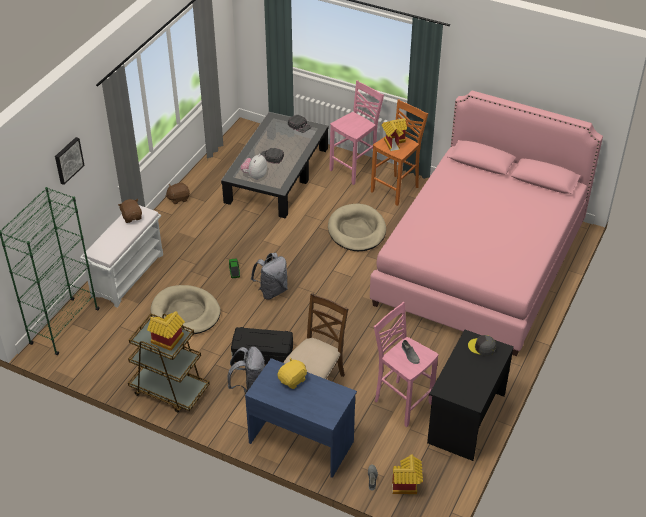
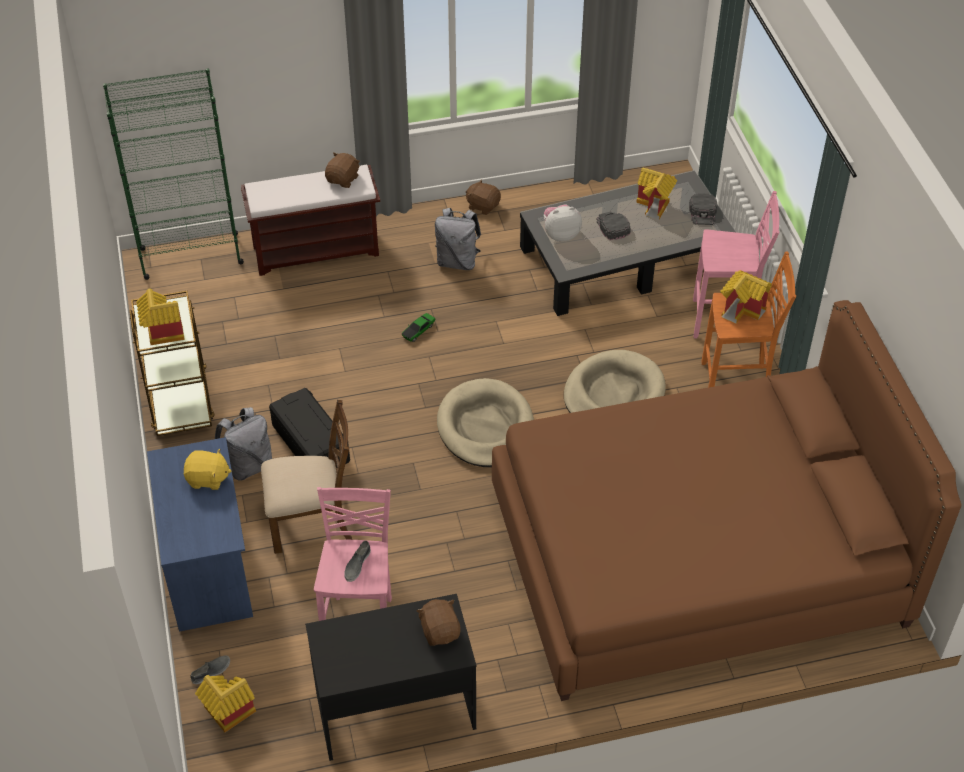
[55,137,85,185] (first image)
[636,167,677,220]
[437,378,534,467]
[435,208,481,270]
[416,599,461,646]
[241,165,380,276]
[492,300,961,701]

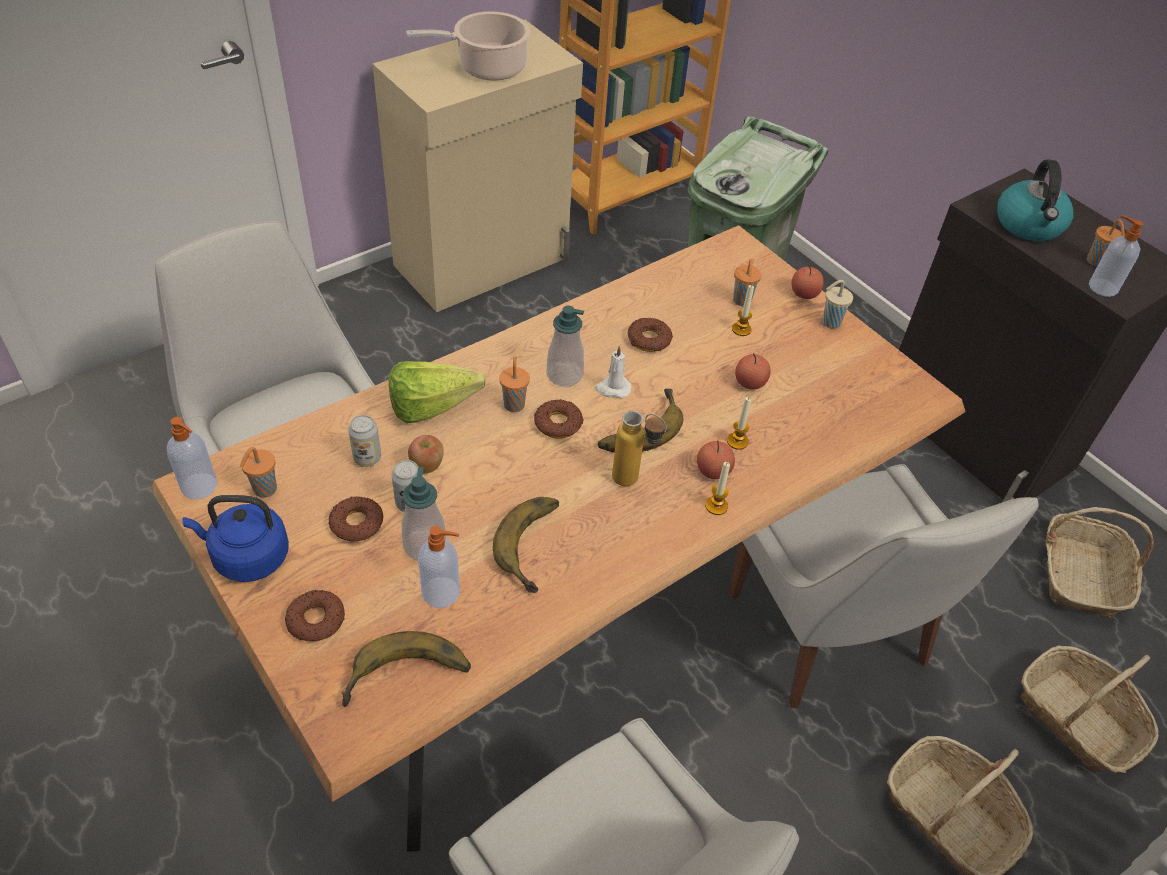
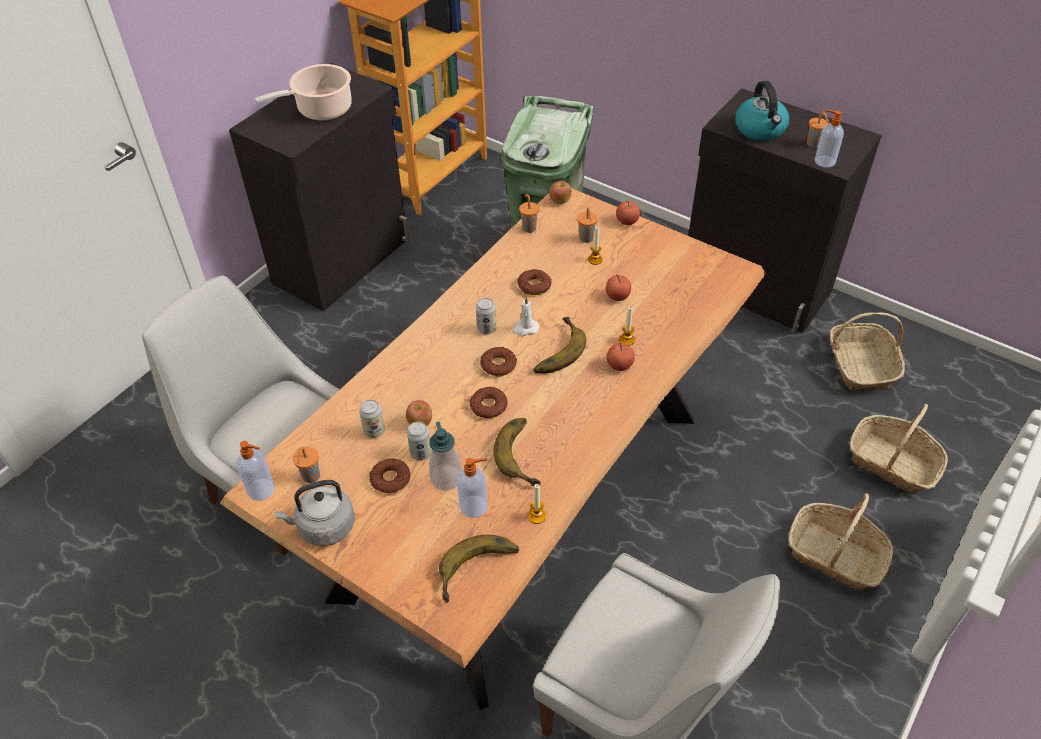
[389,361,486,423] (first image)
[612,411,666,486] (first image)
[729,464,1039,708] (first image)
[822,280,853,329] (first image)
[549,181,572,204]
[470,386,508,418]
[519,194,539,233]
[528,484,546,524]
[476,298,496,334]
[274,480,355,546]
[229,63,410,311]

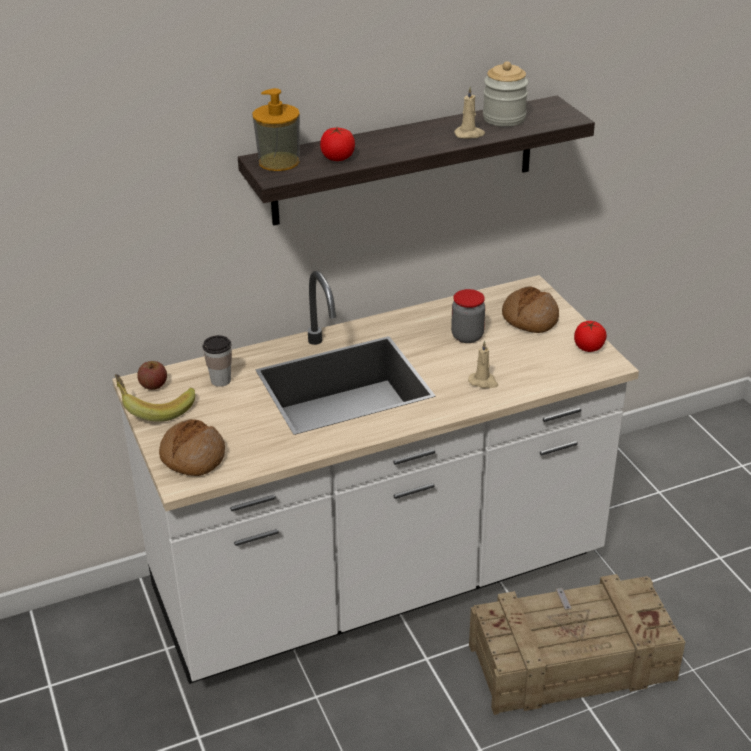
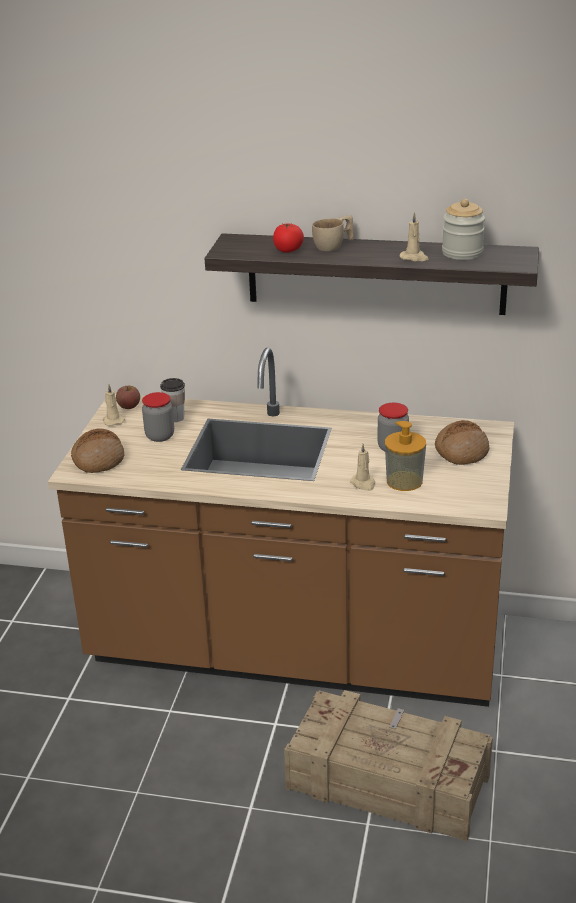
[574,321,607,352] (first image)
[142,392,174,442]
[312,215,354,251]
[385,421,426,491]
[103,385,125,426]
[48,348,514,707]

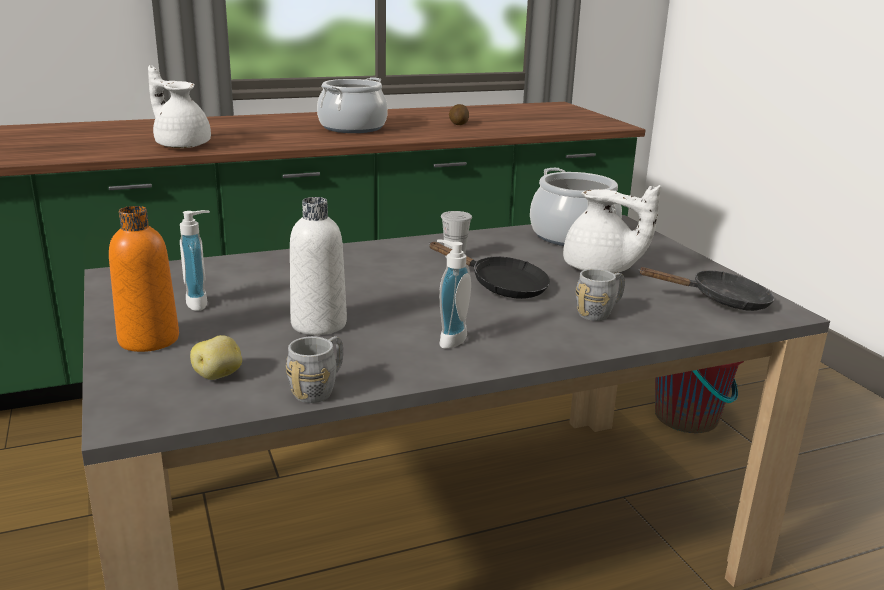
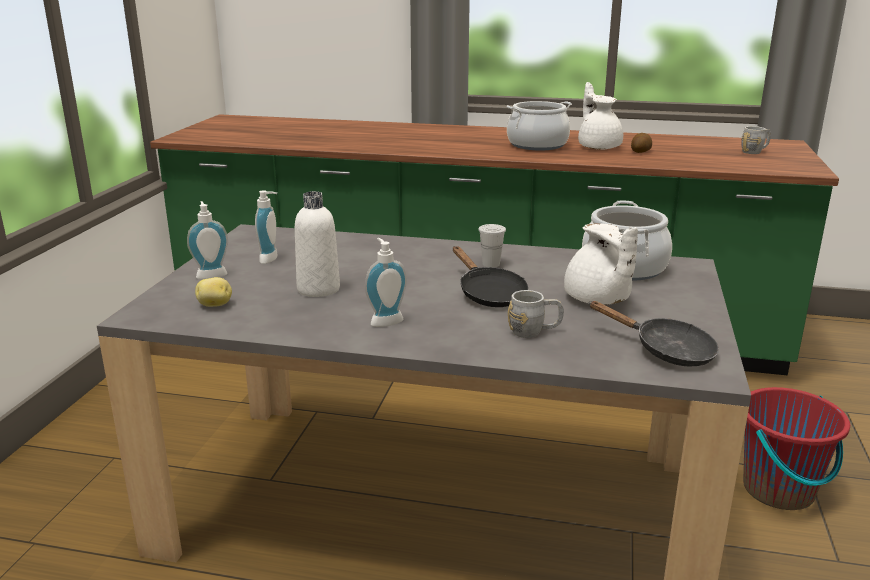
[578,82,623,150]
[741,126,771,154]
[187,201,228,279]

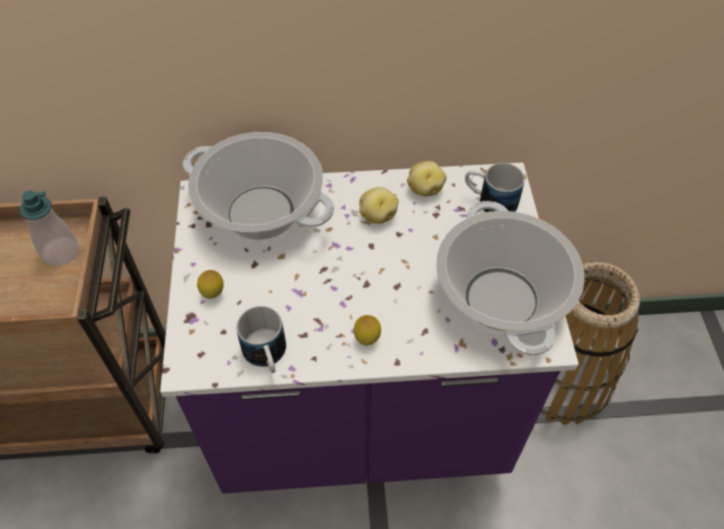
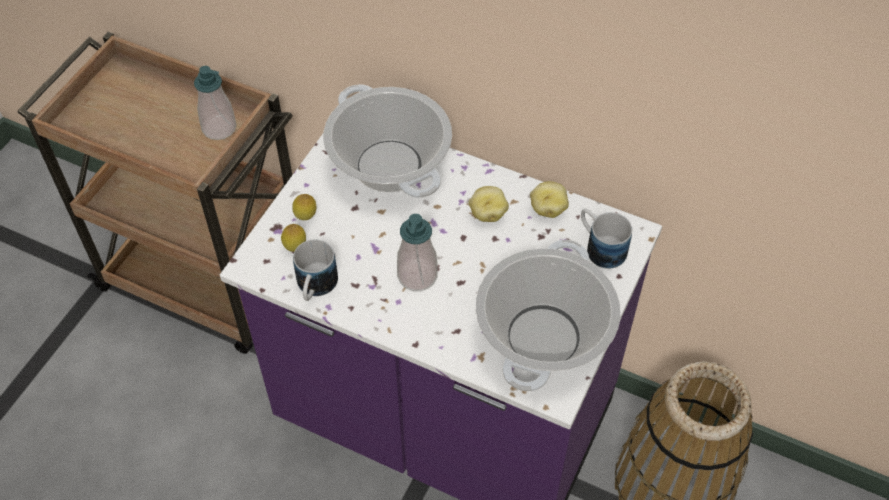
[397,214,438,291]
[281,224,306,252]

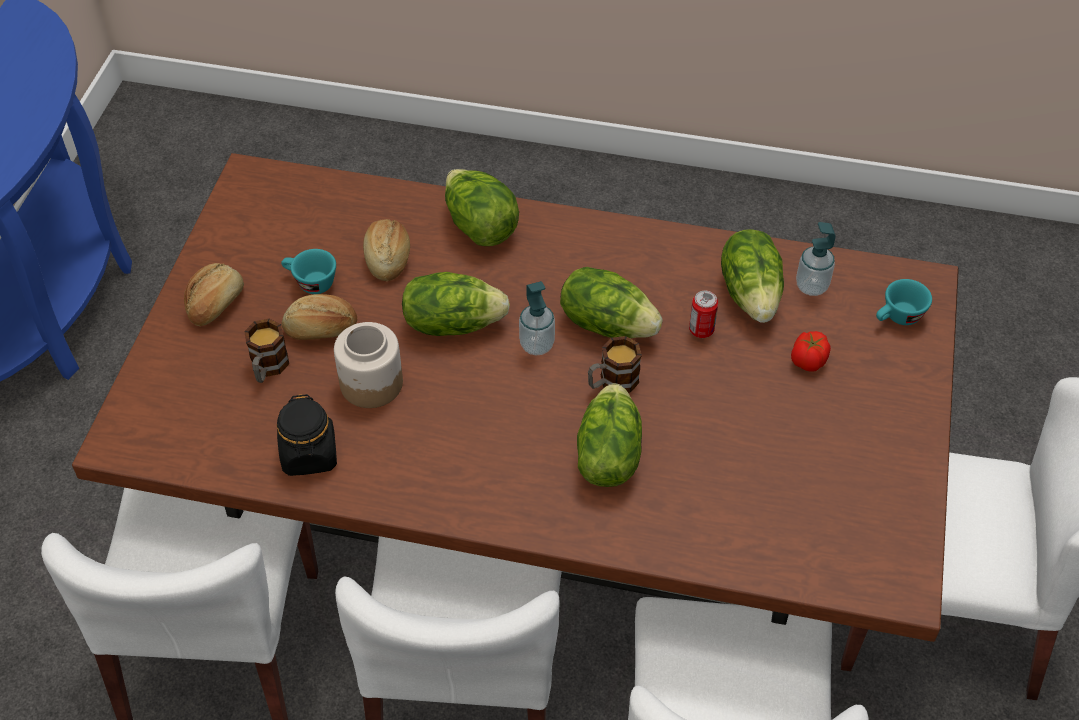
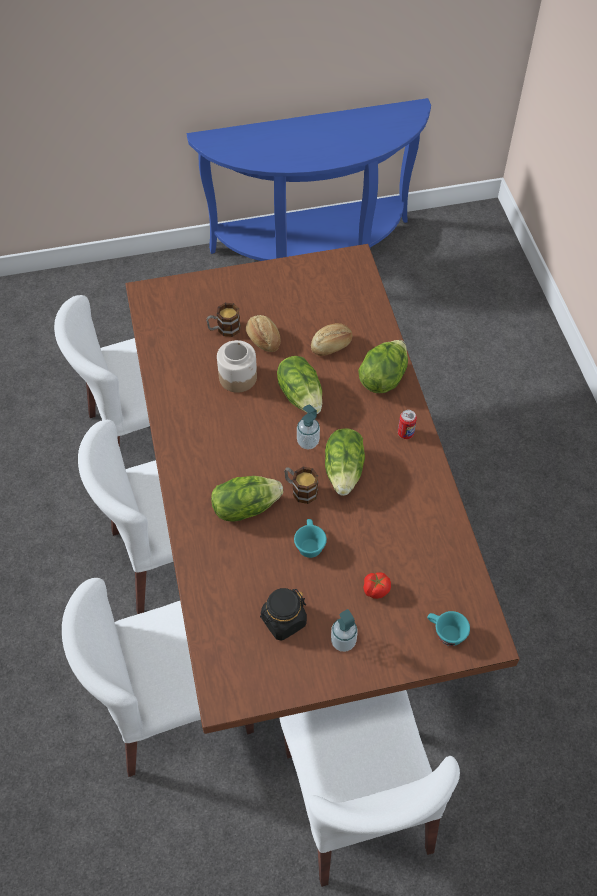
[184,263,244,326] (first image)
[721,229,784,323] (first image)
[260,588,307,640]
[294,519,327,558]
[398,410,417,439]
[331,609,357,652]

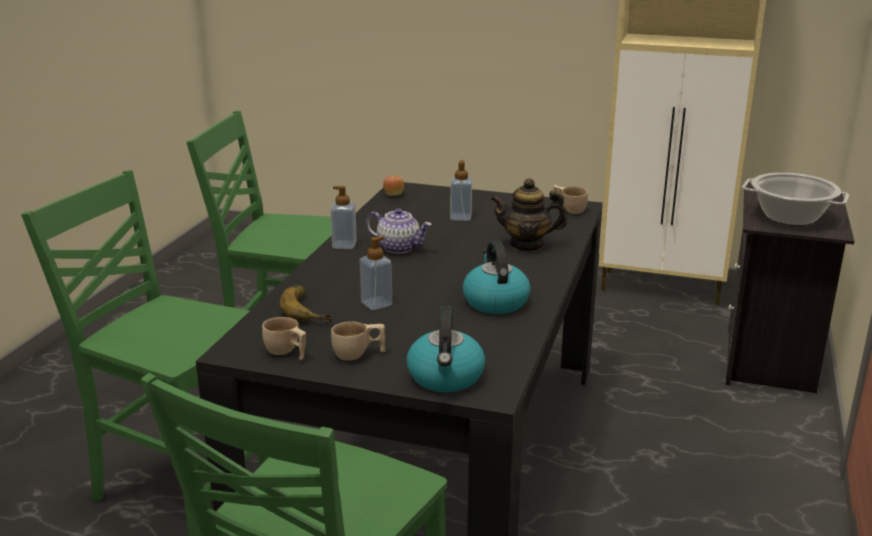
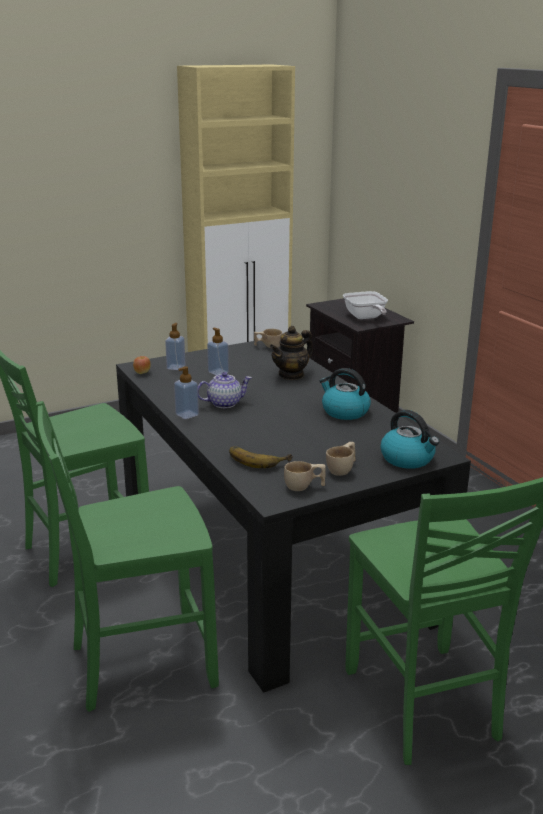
[165,323,185,370]
[343,291,388,319]

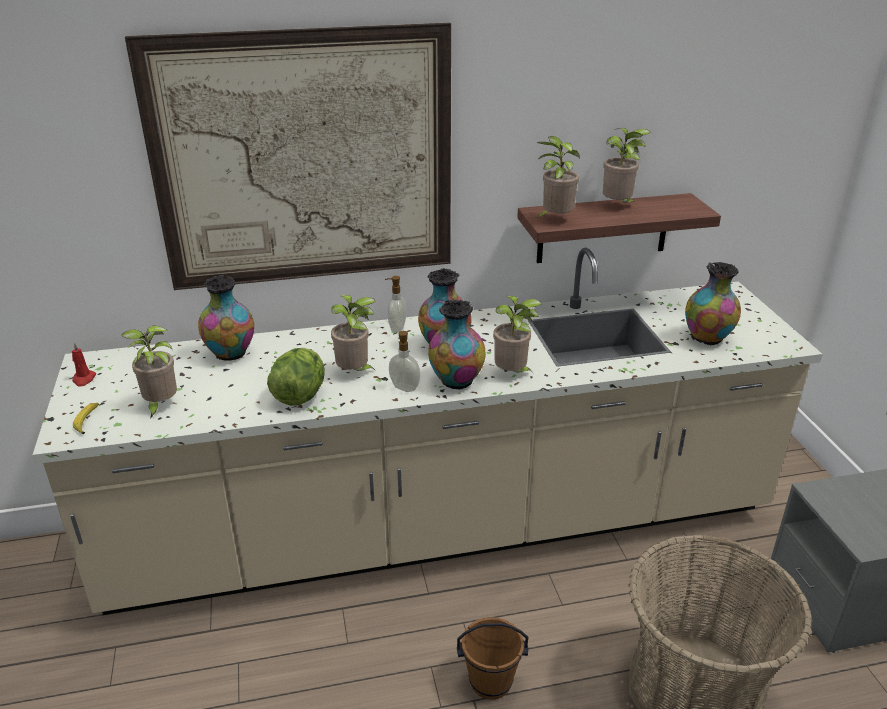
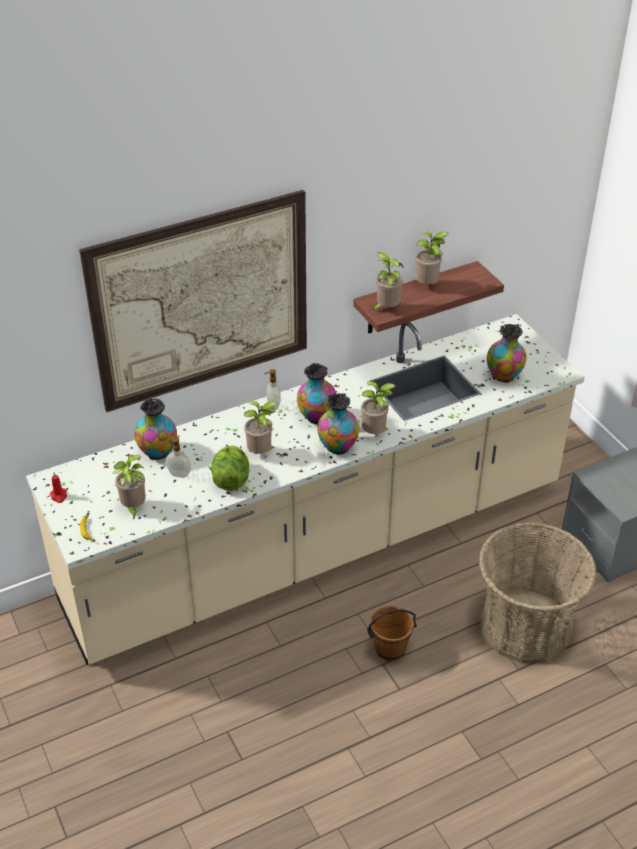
[166,435,191,478]

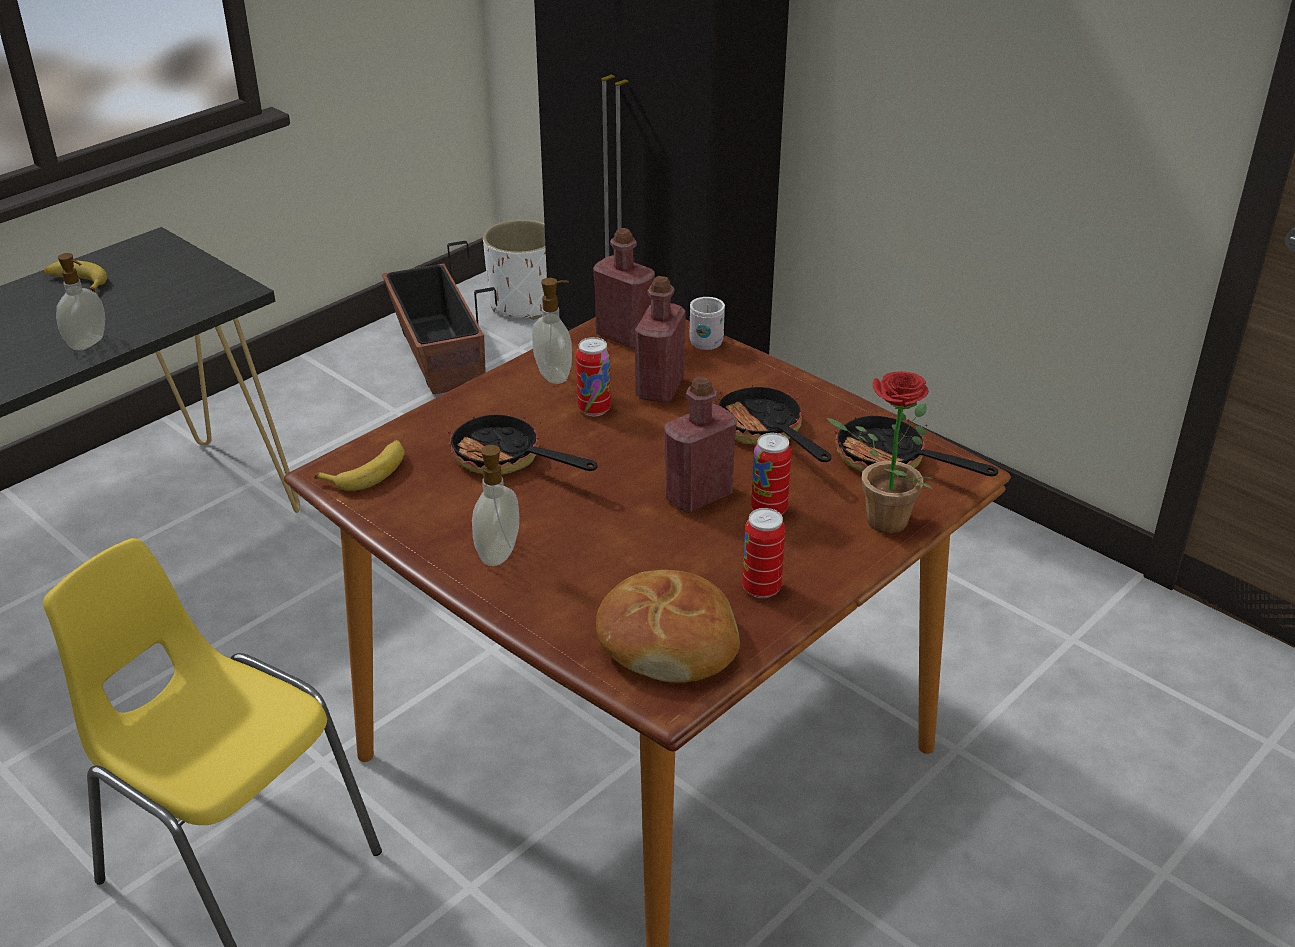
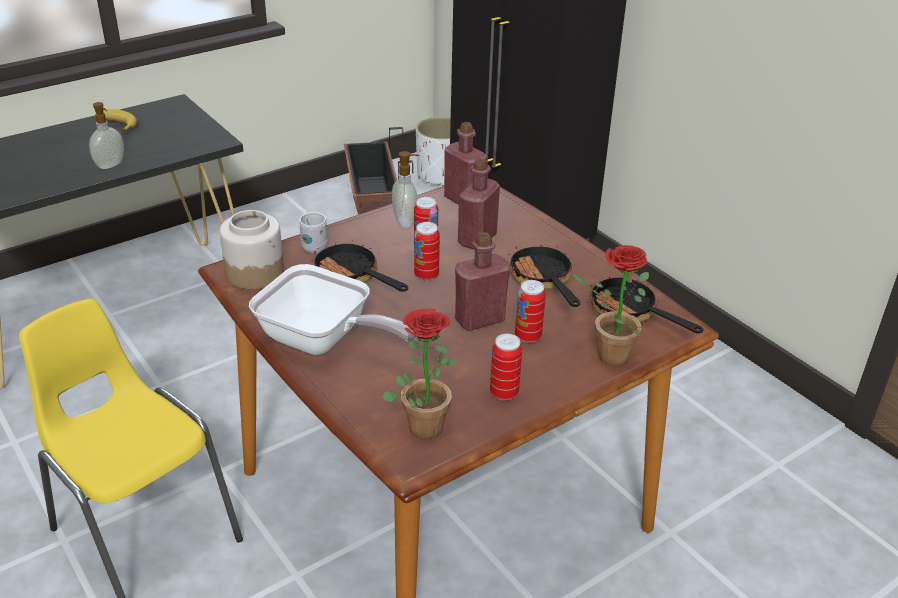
[414,222,440,281]
[299,212,328,253]
[220,210,284,290]
[249,264,416,355]
[382,309,456,439]

